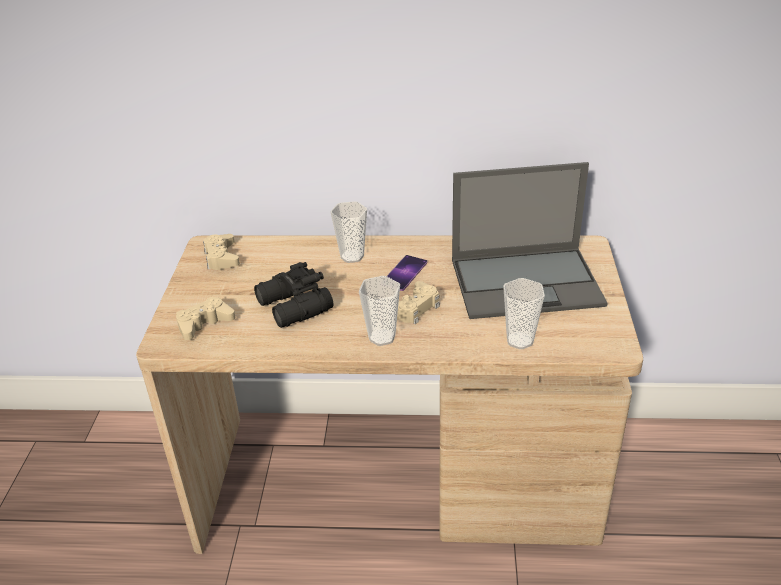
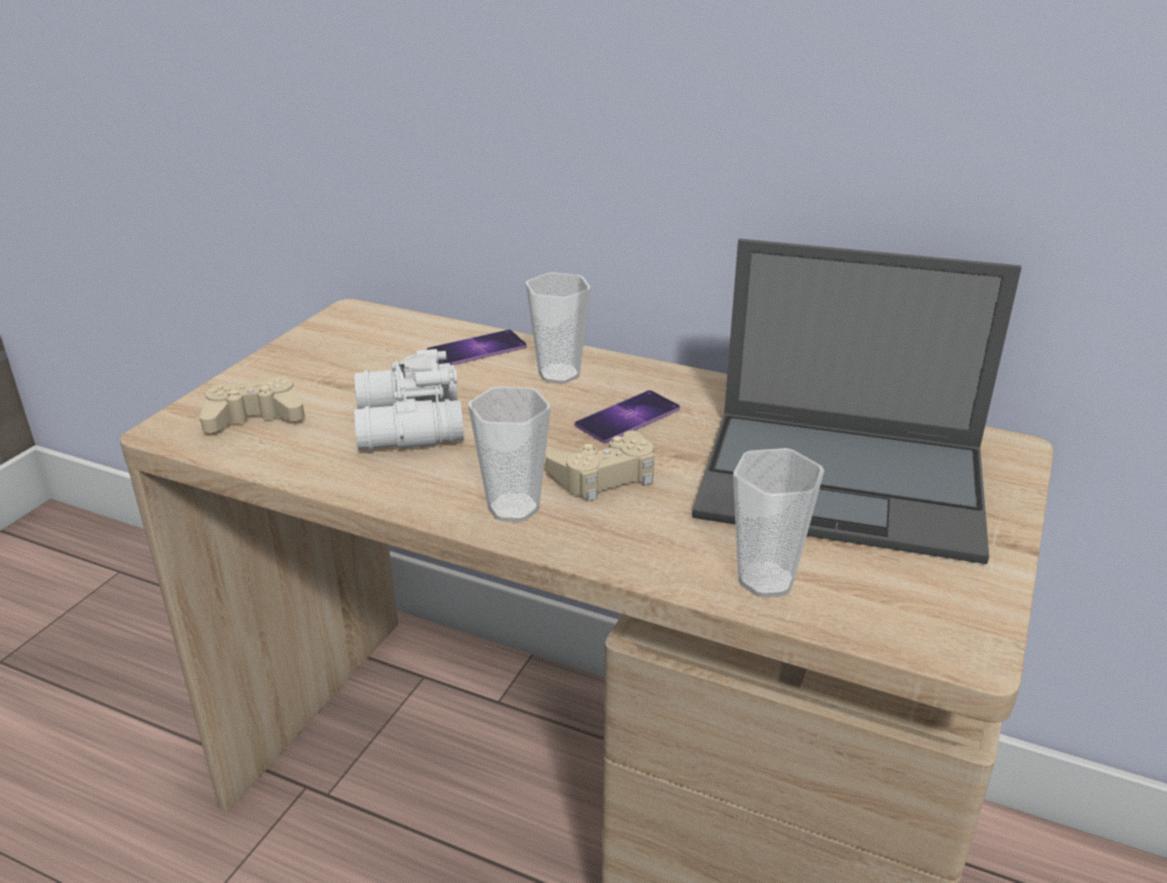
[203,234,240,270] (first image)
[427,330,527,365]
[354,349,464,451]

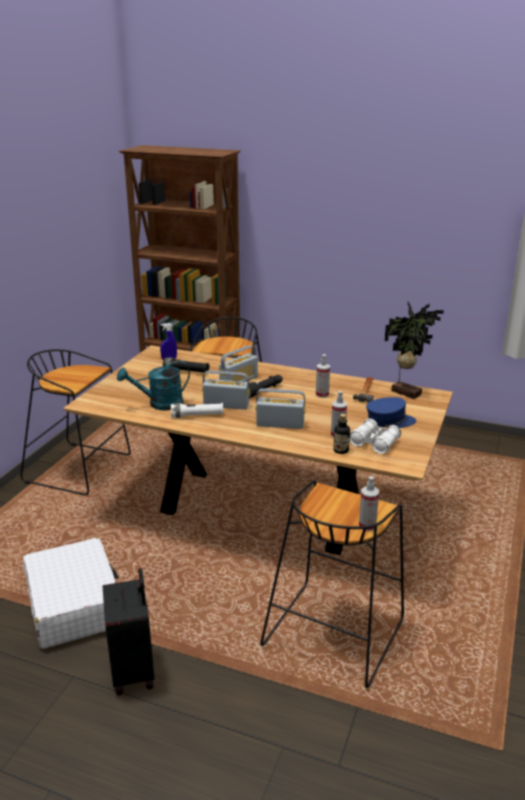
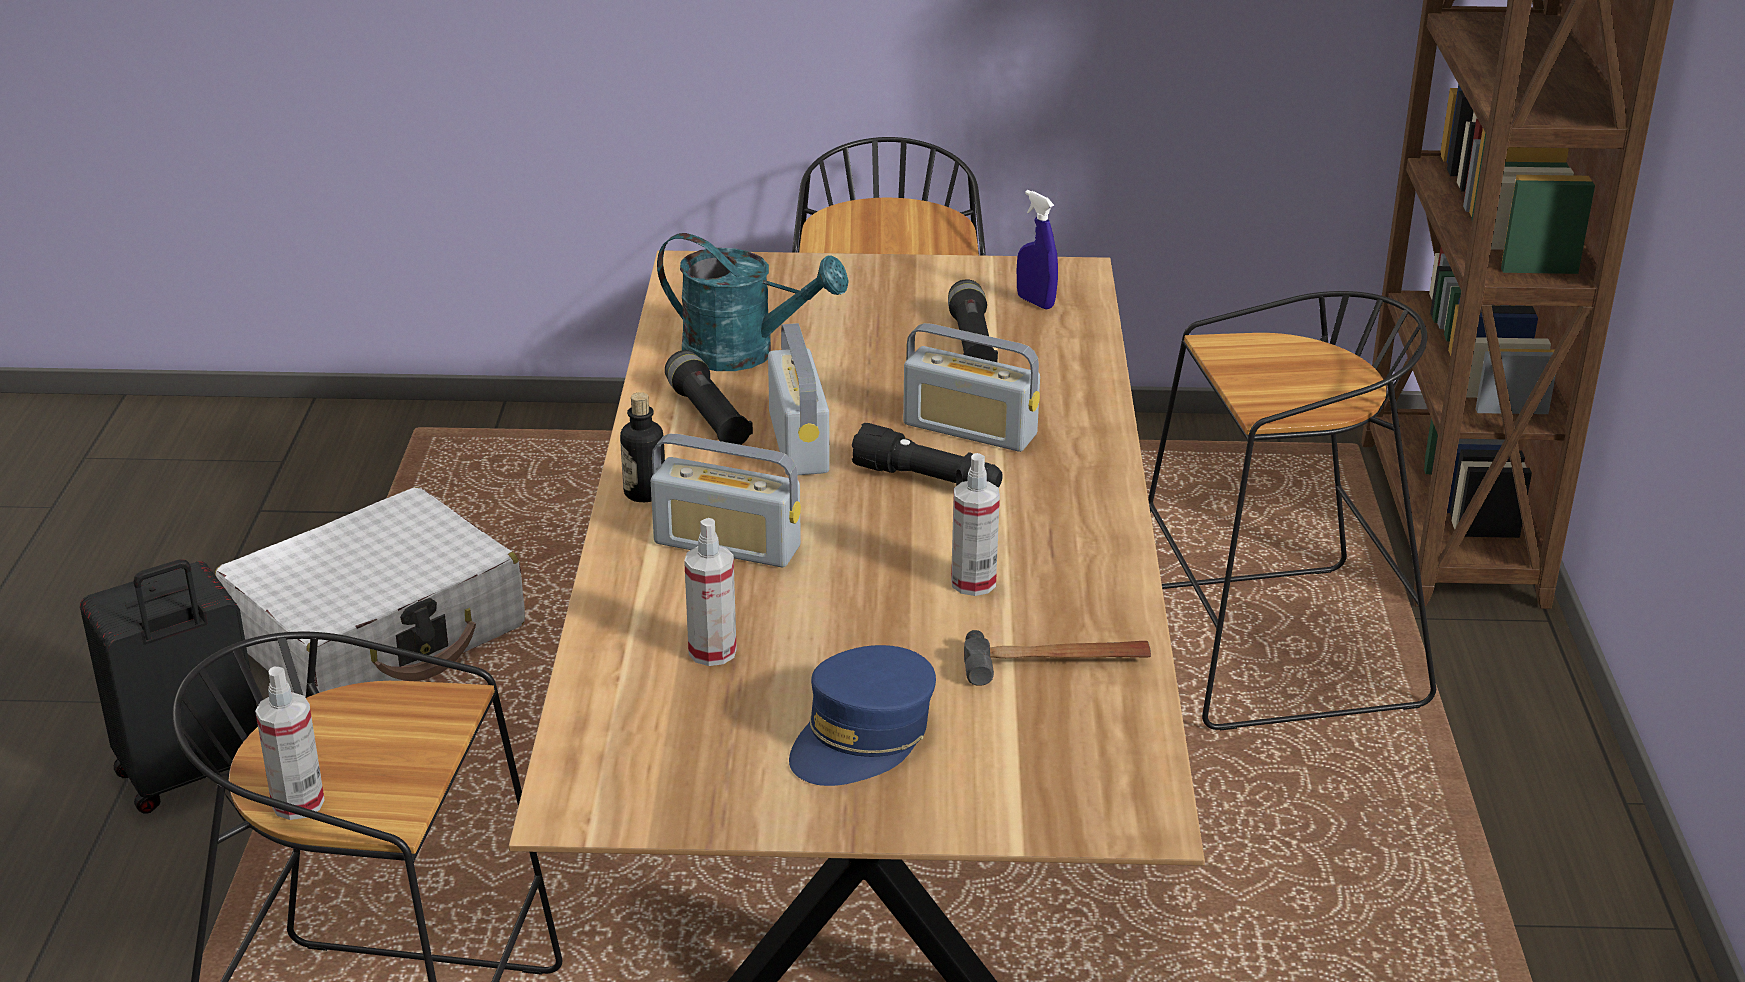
[350,419,401,454] (first image)
[385,302,444,399] (first image)
[620,392,665,502]
[665,350,753,445]
[657,233,849,371]
[651,434,801,567]
[789,645,936,786]

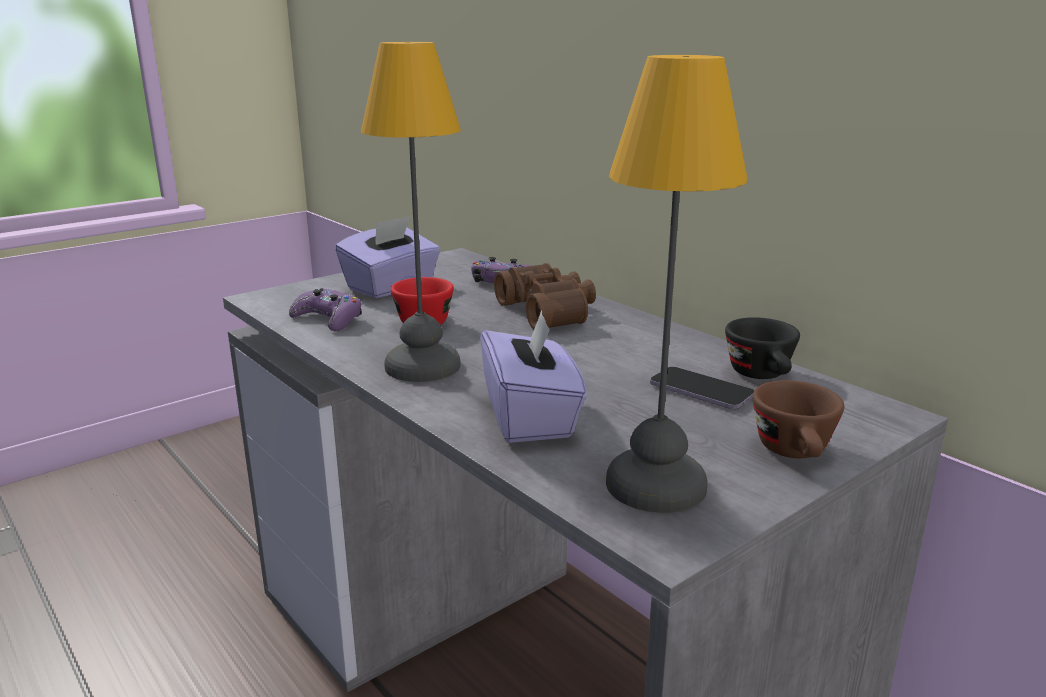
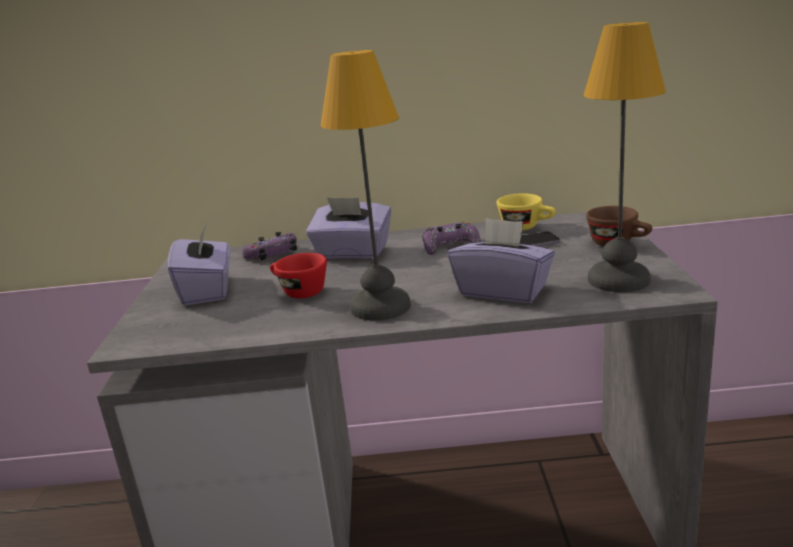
[423,222,481,255]
[306,197,391,259]
[497,193,556,230]

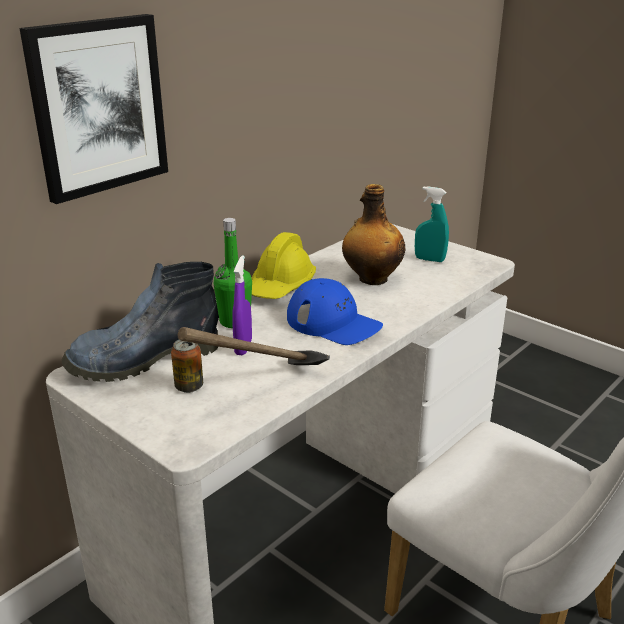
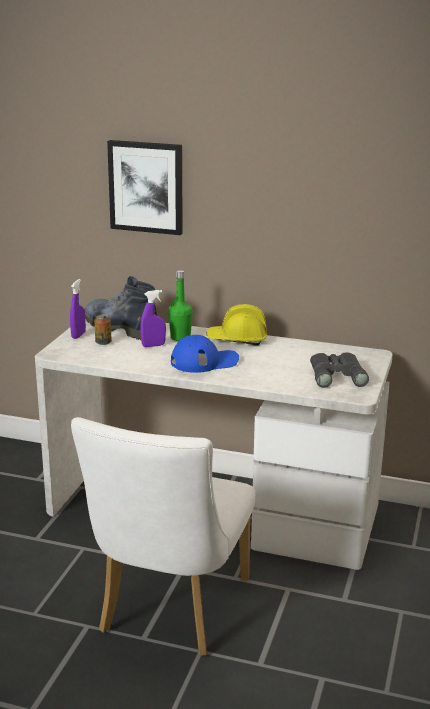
[178,327,330,365] (first image)
[342,184,406,285] (first image)
[70,279,86,339]
[310,352,369,388]
[171,335,239,373]

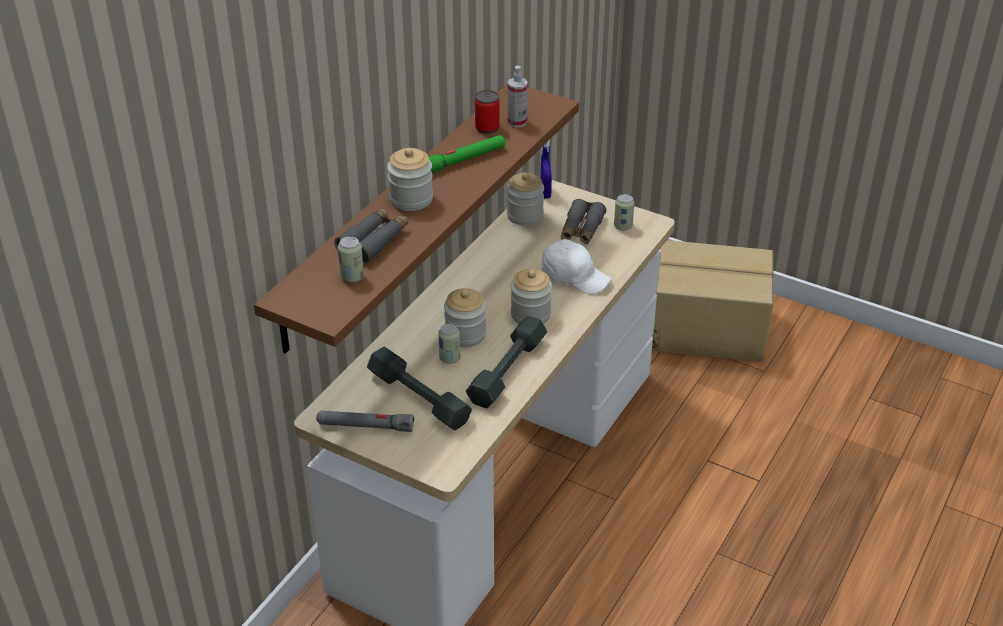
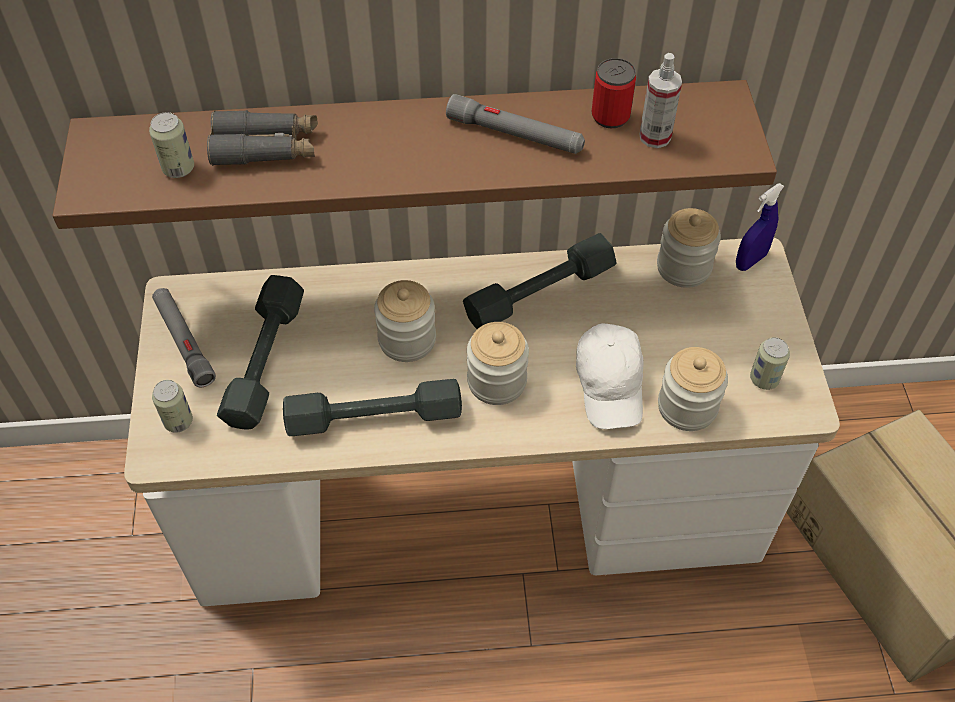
[561,199,606,245] (first image)
[463,233,617,329]
[658,347,728,431]
[152,380,193,433]
[446,94,585,154]

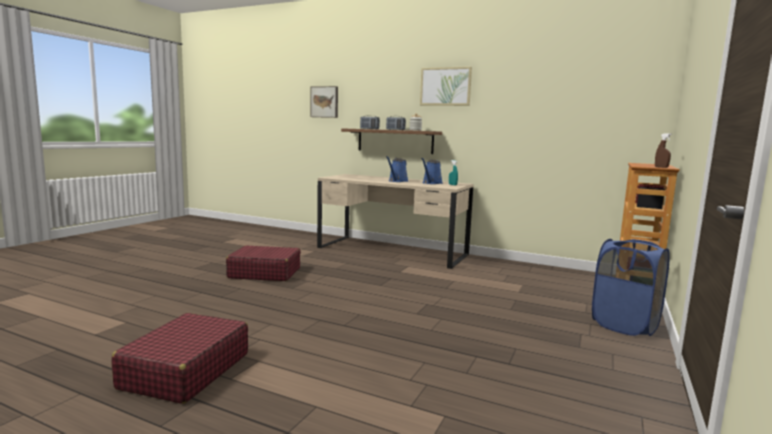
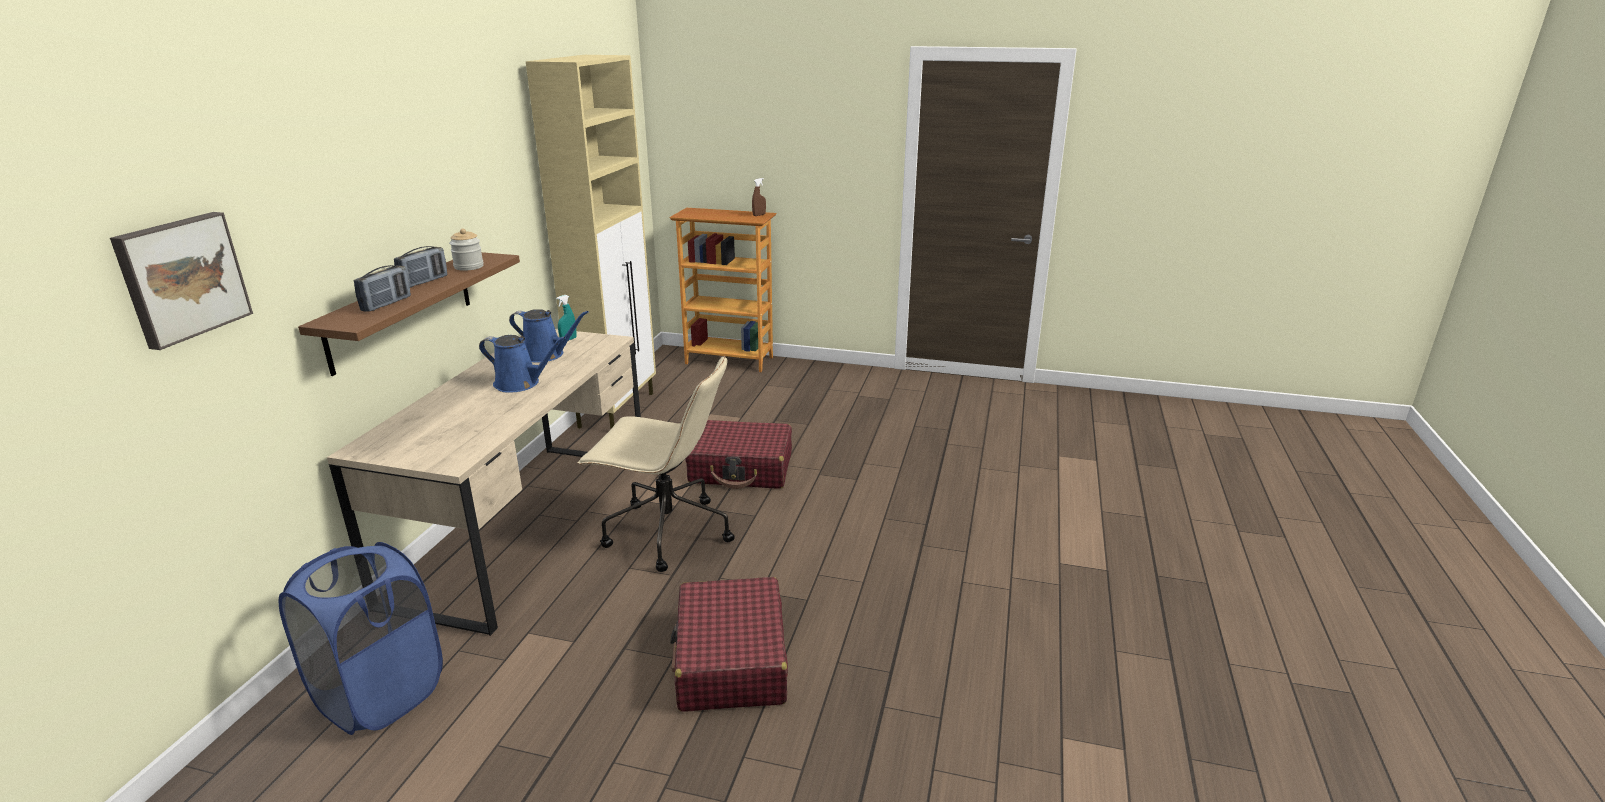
[420,66,472,106] (first image)
[526,55,656,429]
[577,356,735,572]
[685,420,792,489]
[279,542,443,735]

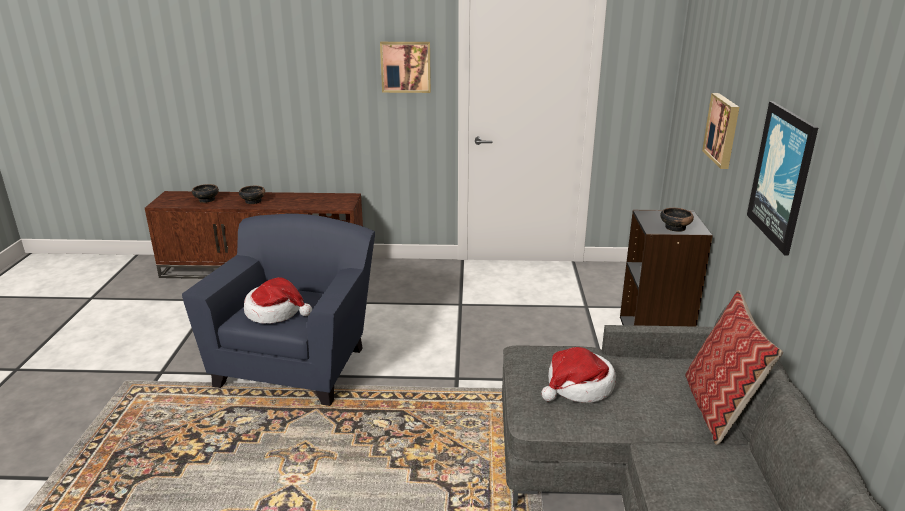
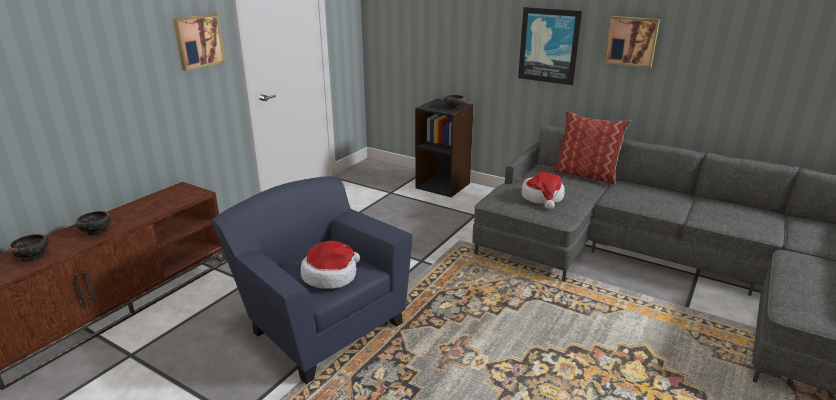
[604,16,660,68]

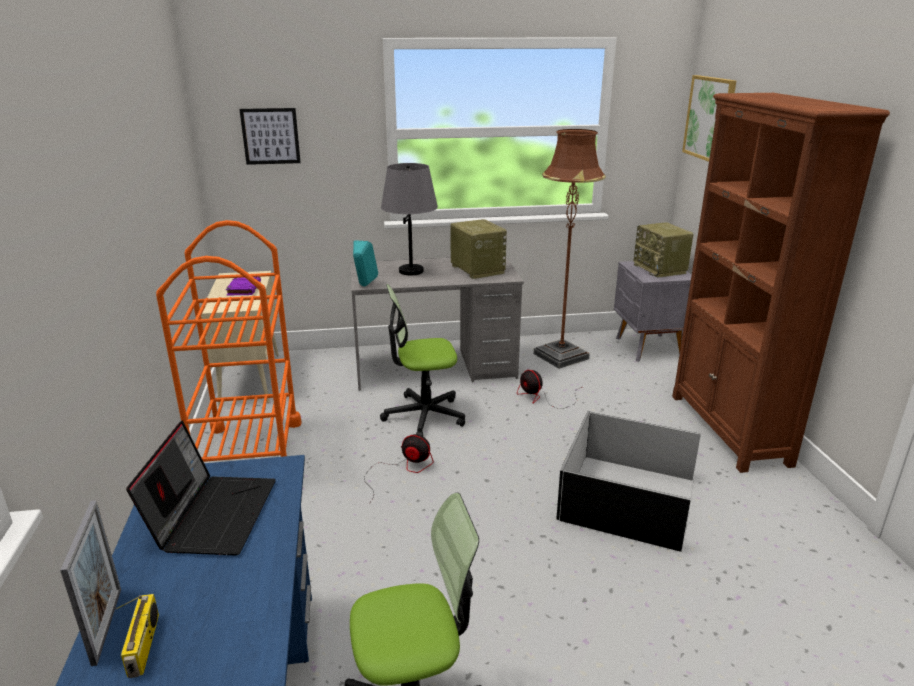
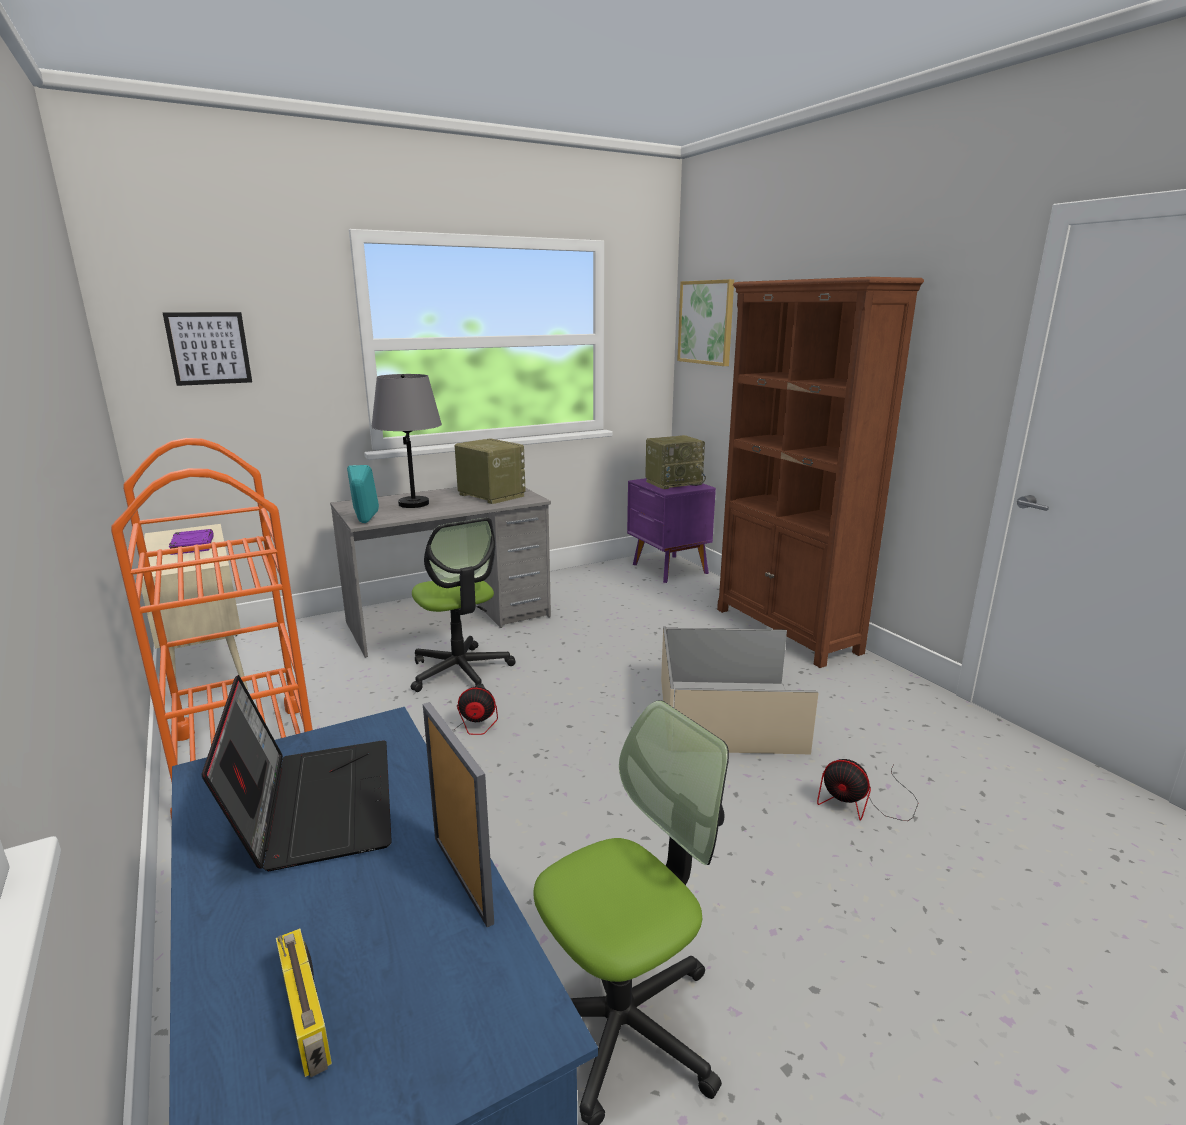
[534,129,606,369] (first image)
[423,702,494,927]
[817,759,918,821]
[661,627,819,754]
[627,478,716,583]
[411,518,516,692]
[645,435,706,489]

